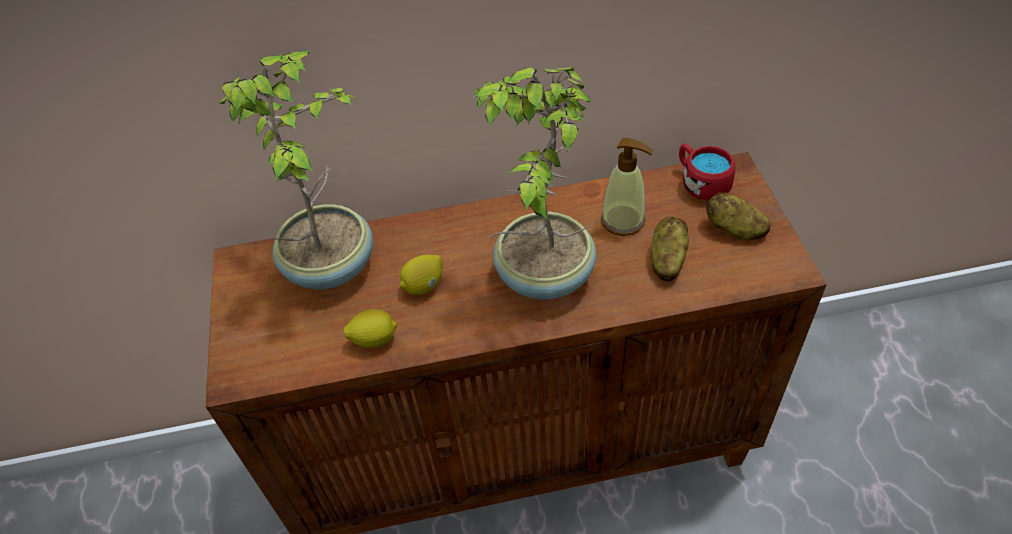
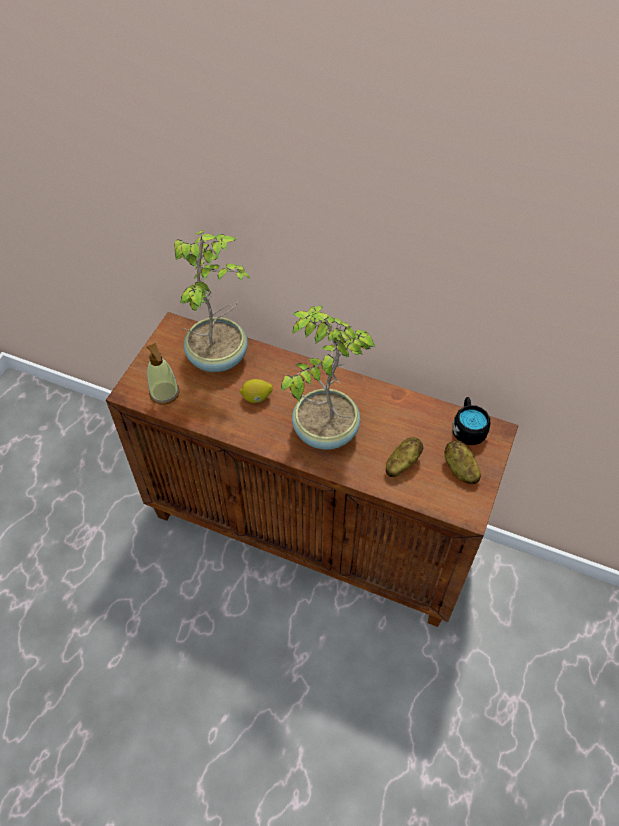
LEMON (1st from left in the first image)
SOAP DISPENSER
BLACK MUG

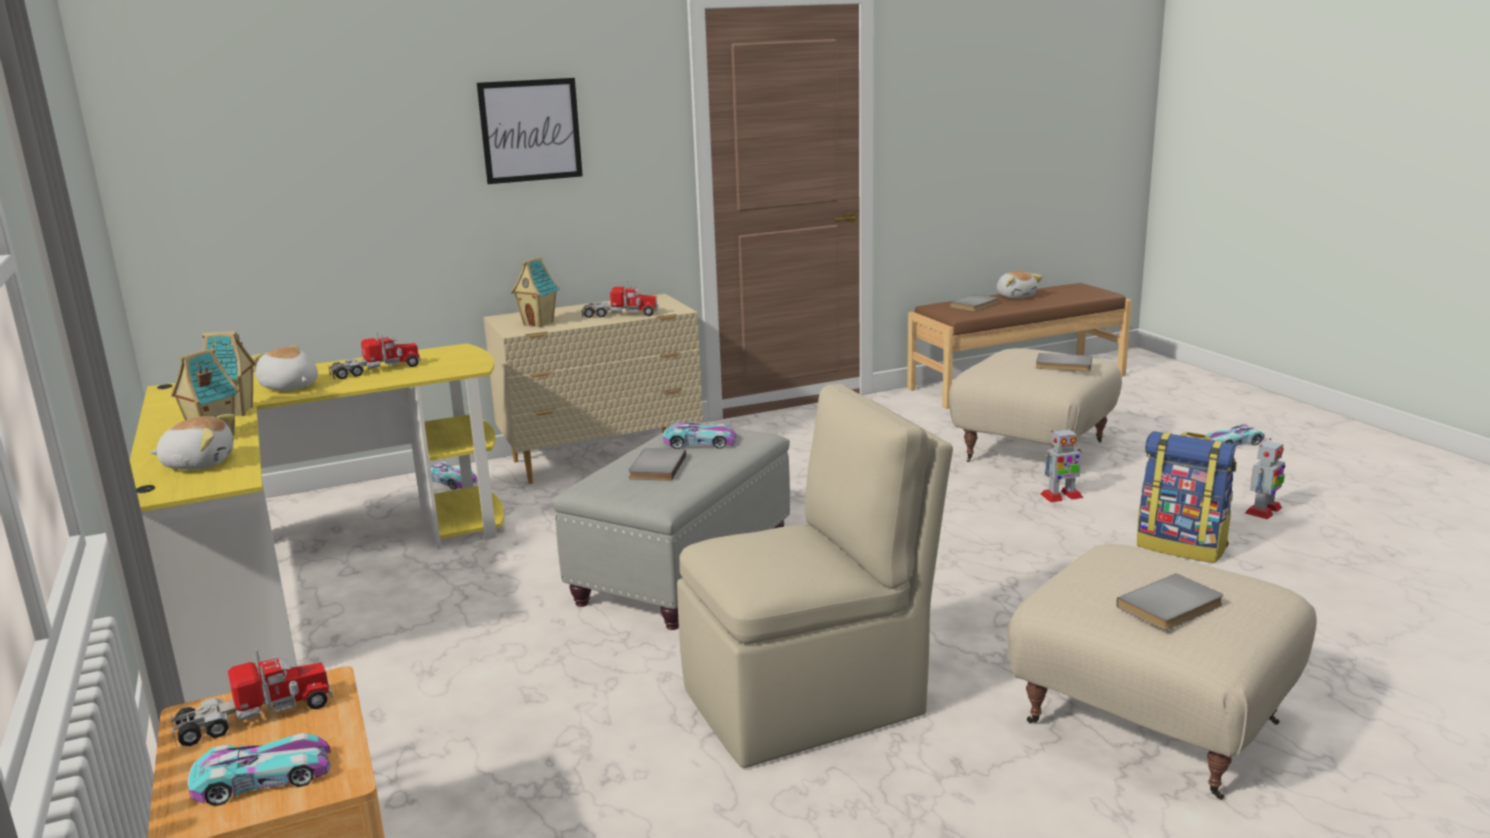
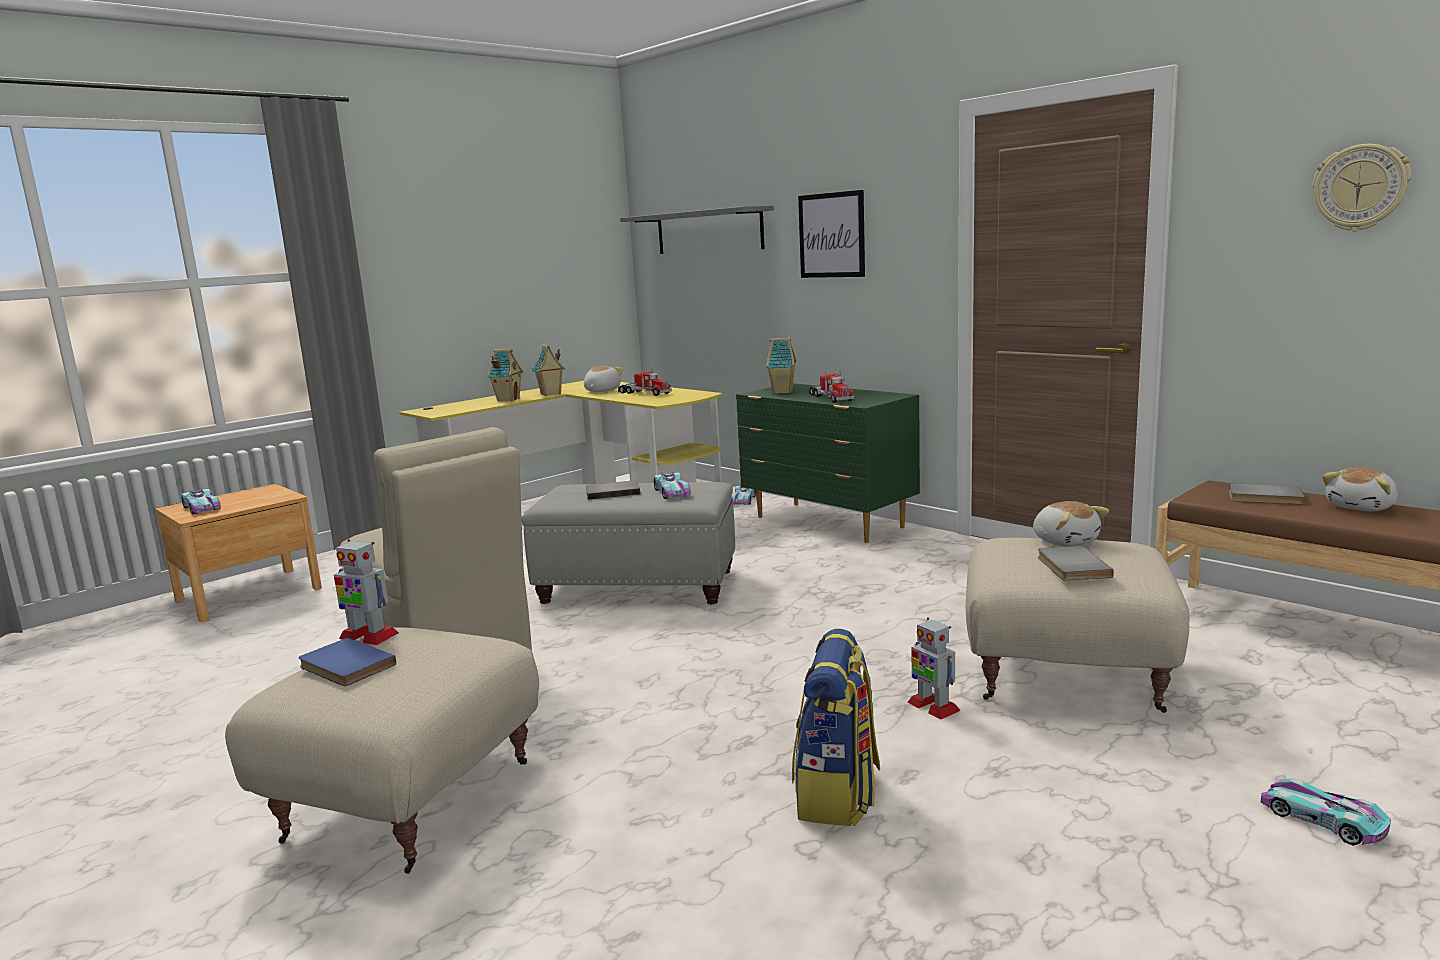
TOY TRUCK (1st from left in the first image)
GREY SHELF
WALL CLOCK
PLUSH TOY (2nd from left)
TOY ROBOT (1st from left)
GREEN DRESSER
BLUE BOOK

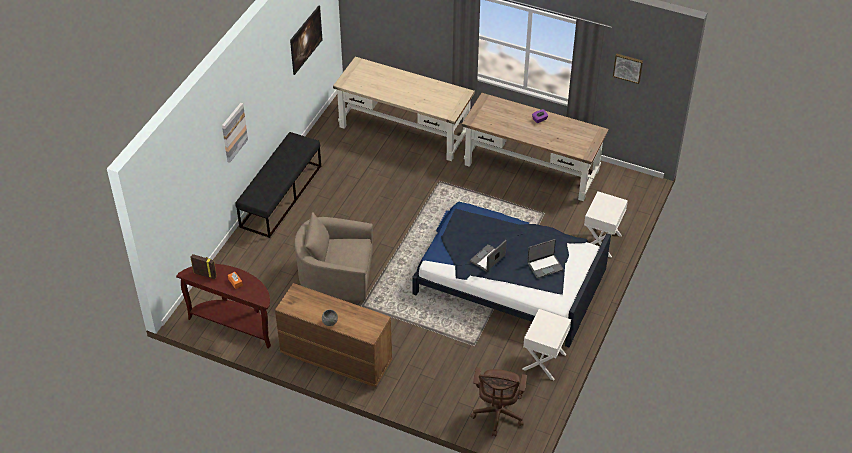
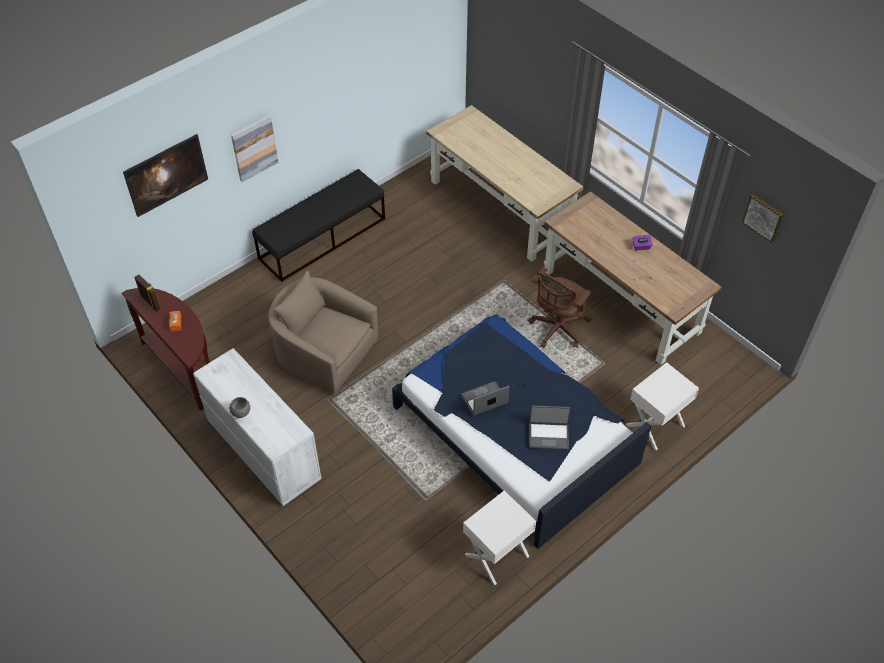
PICTURE (1st from left)
BROWN OFFICE CHAIR
WHITE DRESSER

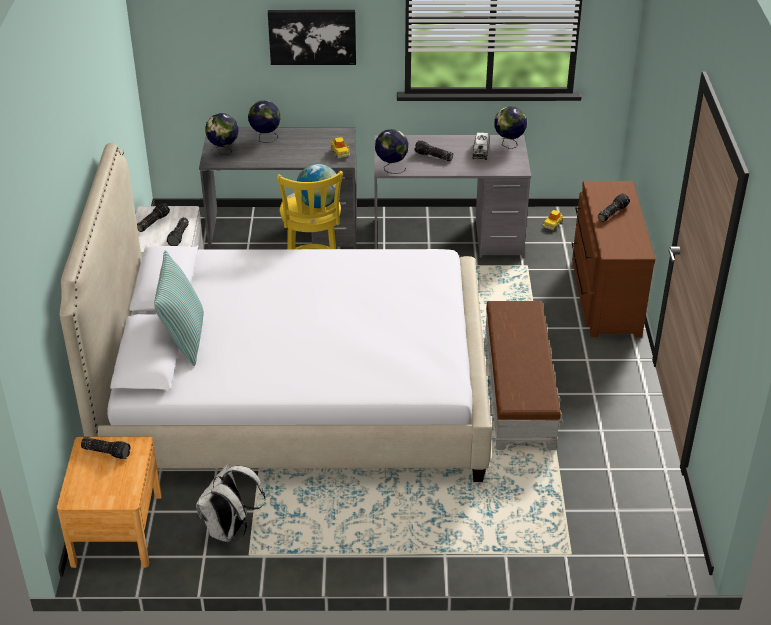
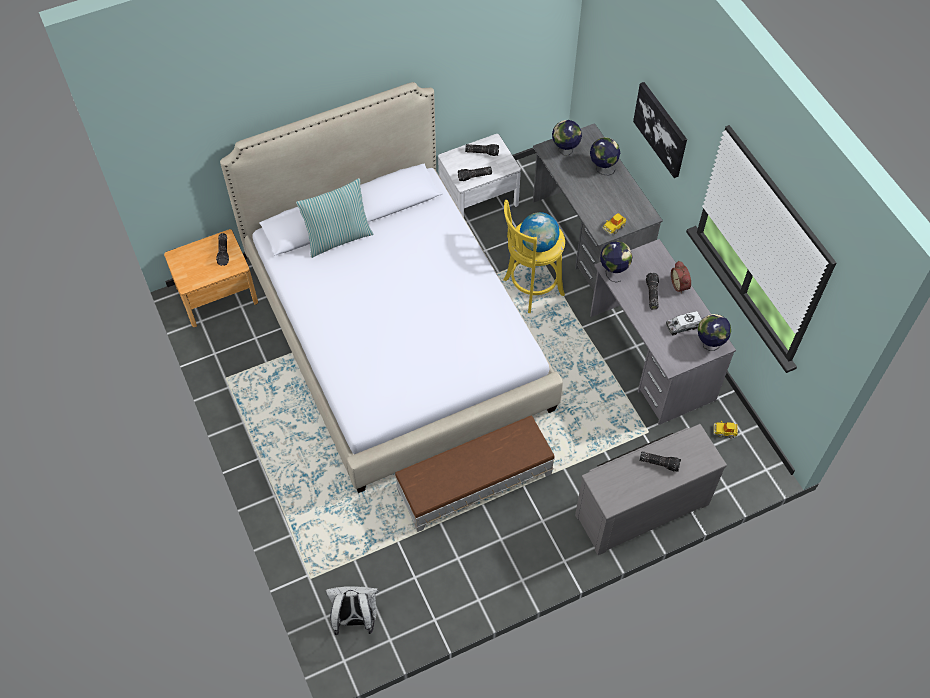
ALARM CLOCK
WHITE BACKPACK
GREY DRESSER

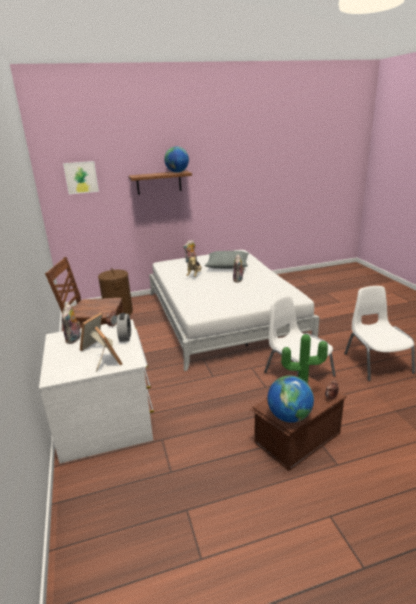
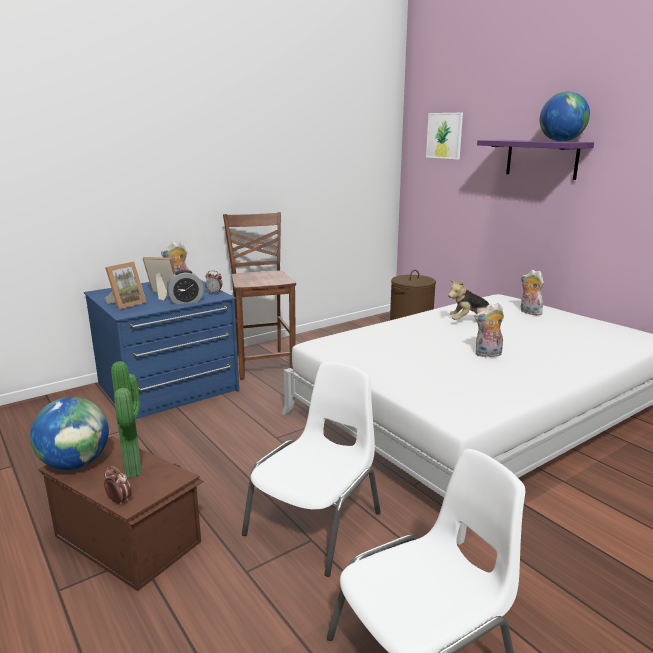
GREY PILLOW
BLUE DRESSER
PURPLE SHELF

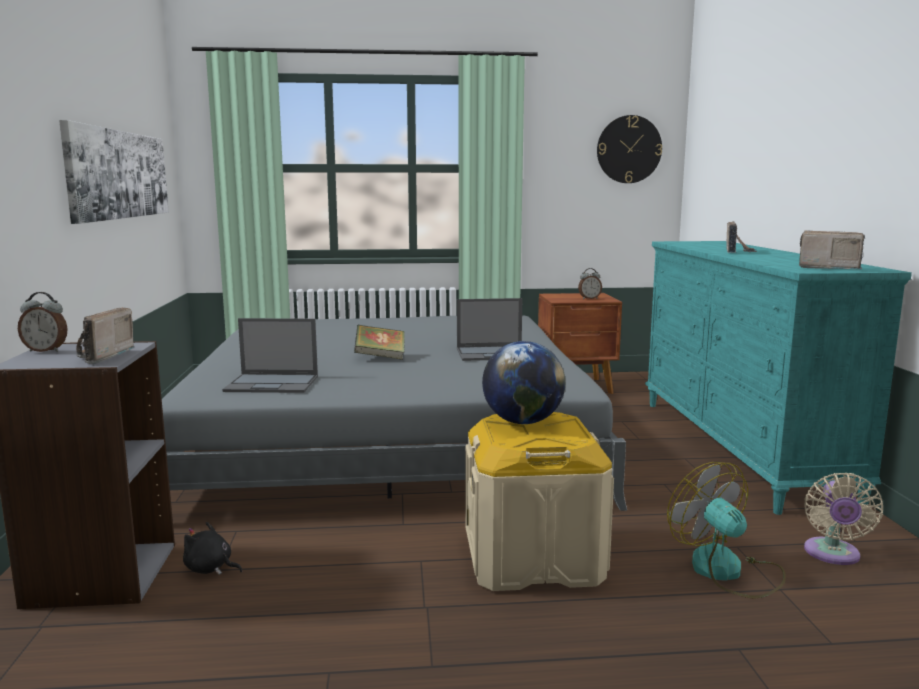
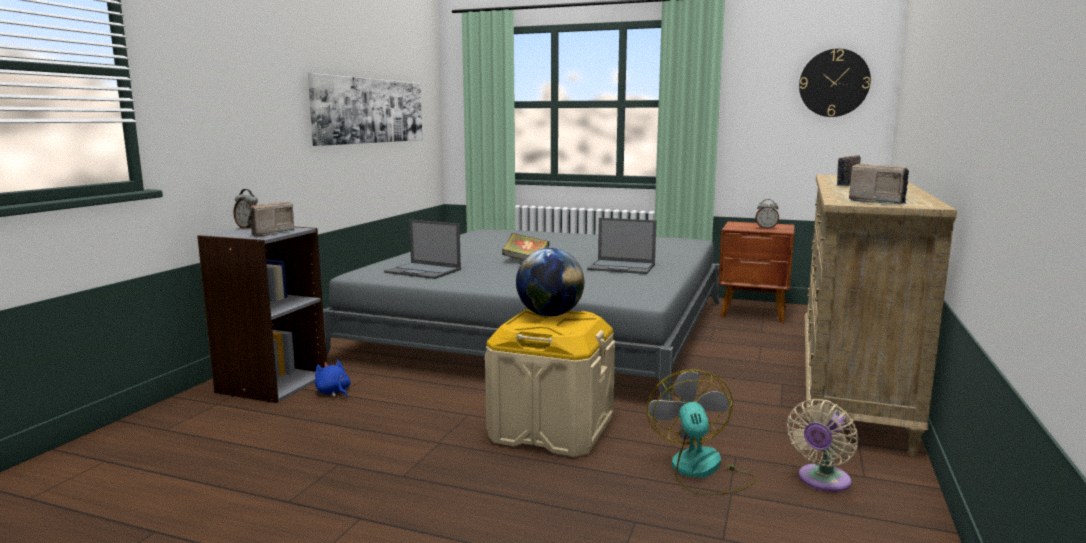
BLUE PLUSH TOY
BEIGE DRESSER

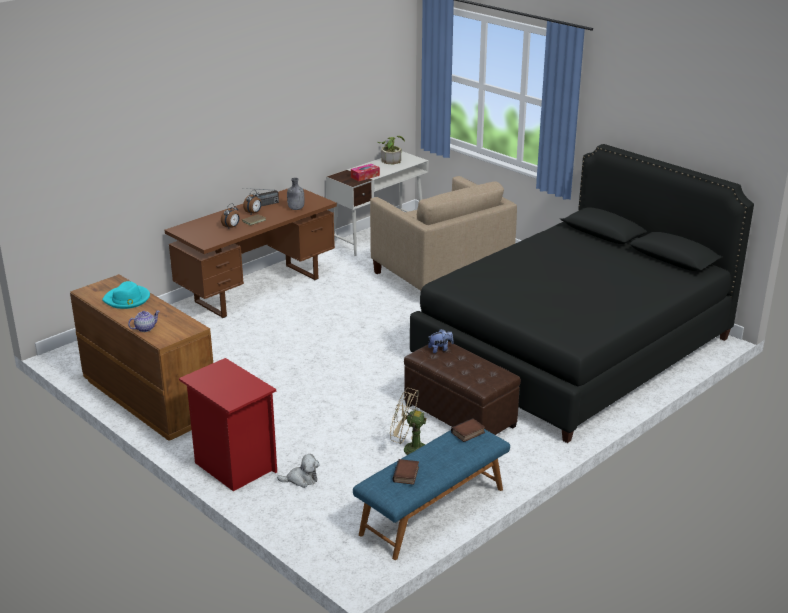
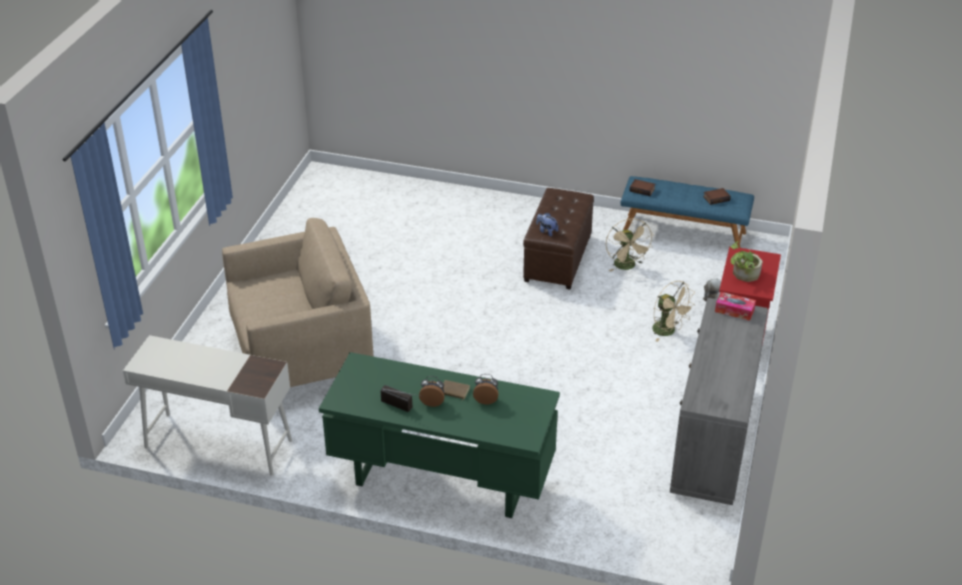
TURQUOISE HAT
TEAPOT
GREY BOTTLE
BLACK BED
BEIGE FAN (2nd from left)
TISSUE BOX
POTTED PLANT
GREY DRESSER
GREEN DESK
BEIGE ARMCHAIR

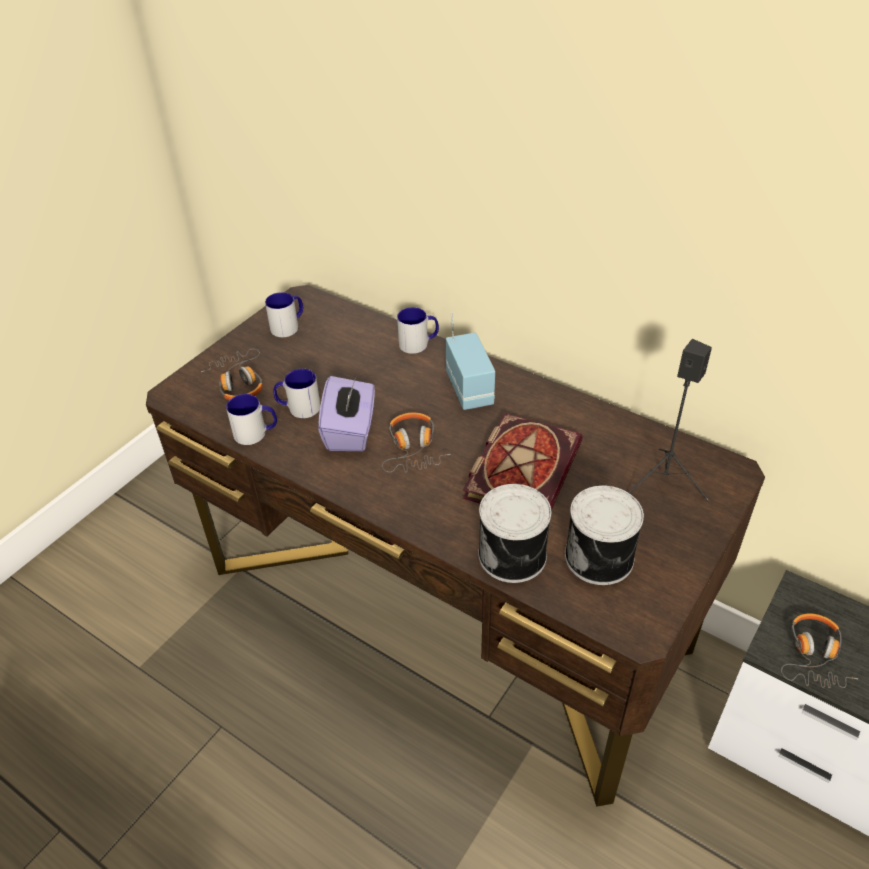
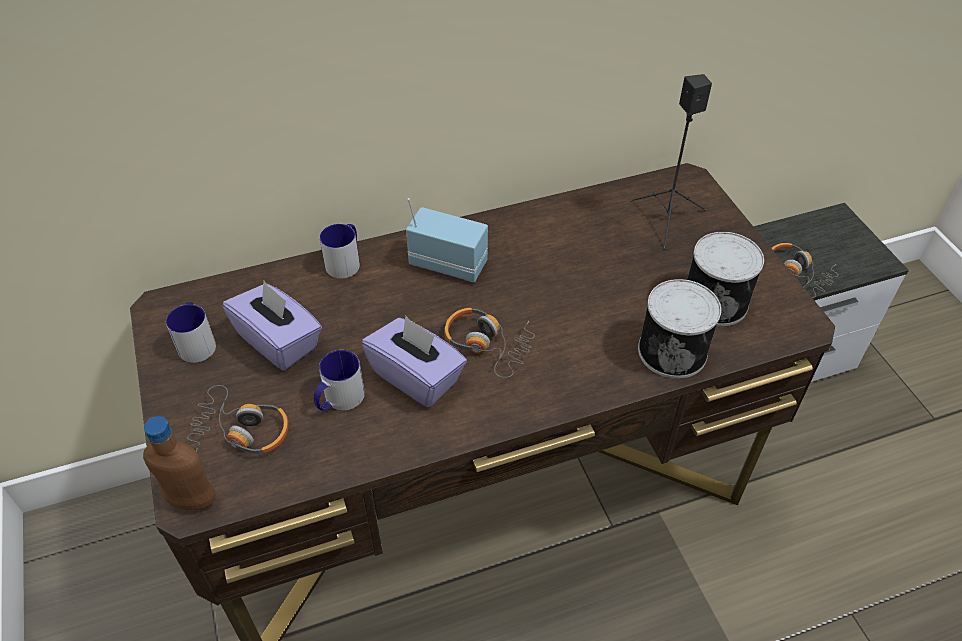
MUG (1st from left in the first image)
BOOK
BROWN BOTTLE
PURPLE TISSUE BOX (1st from left)

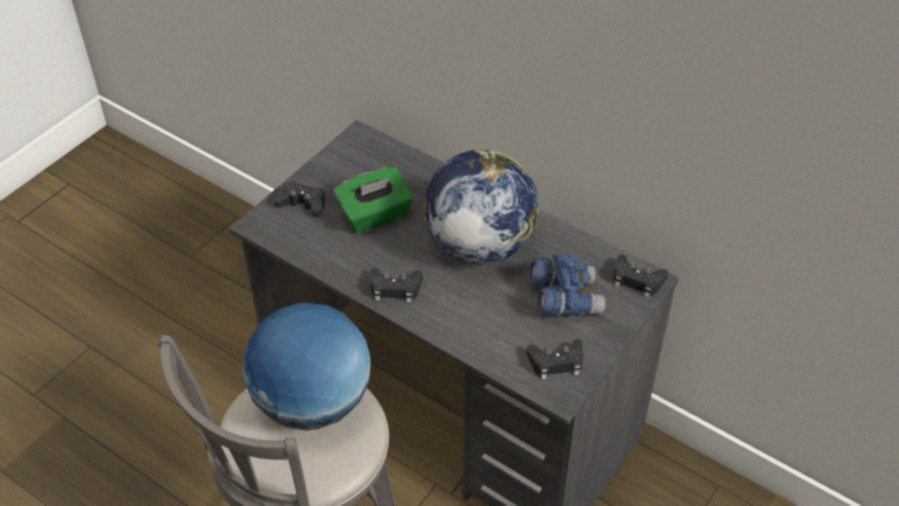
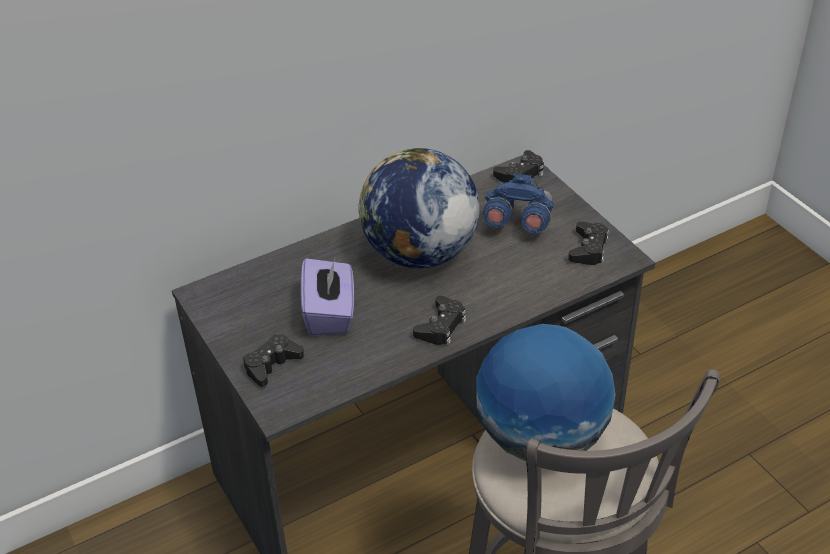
PURPLE TISSUE BOX

